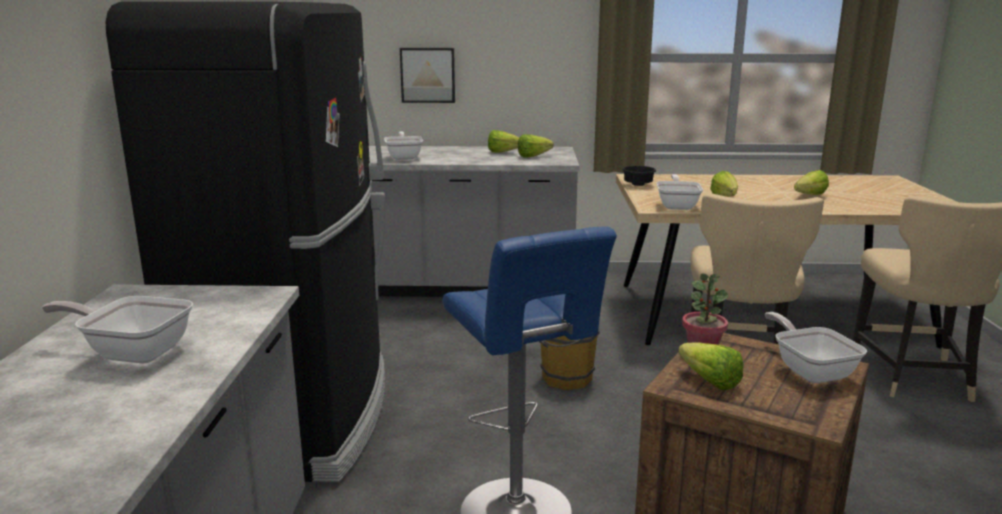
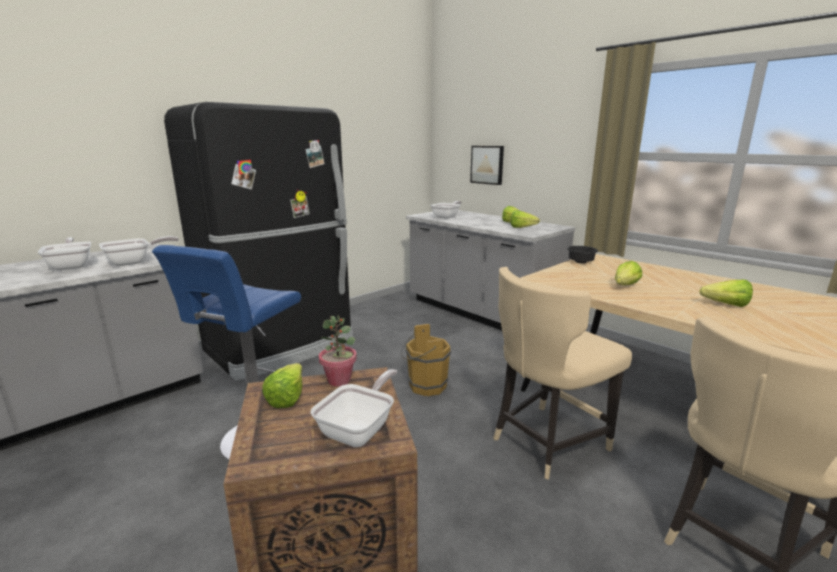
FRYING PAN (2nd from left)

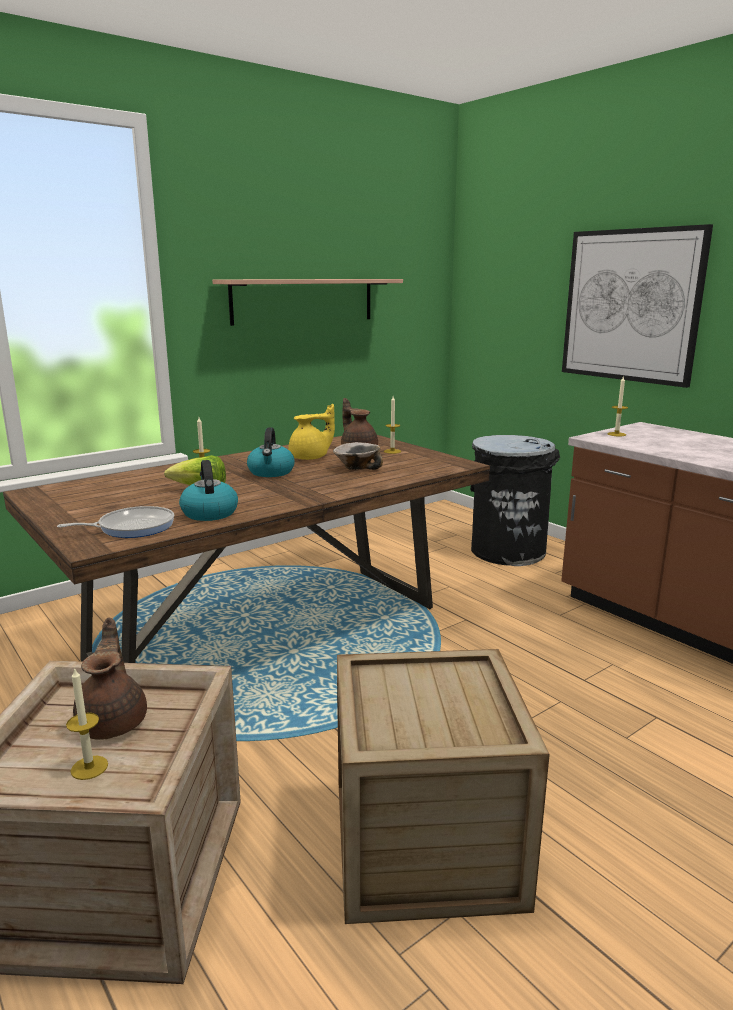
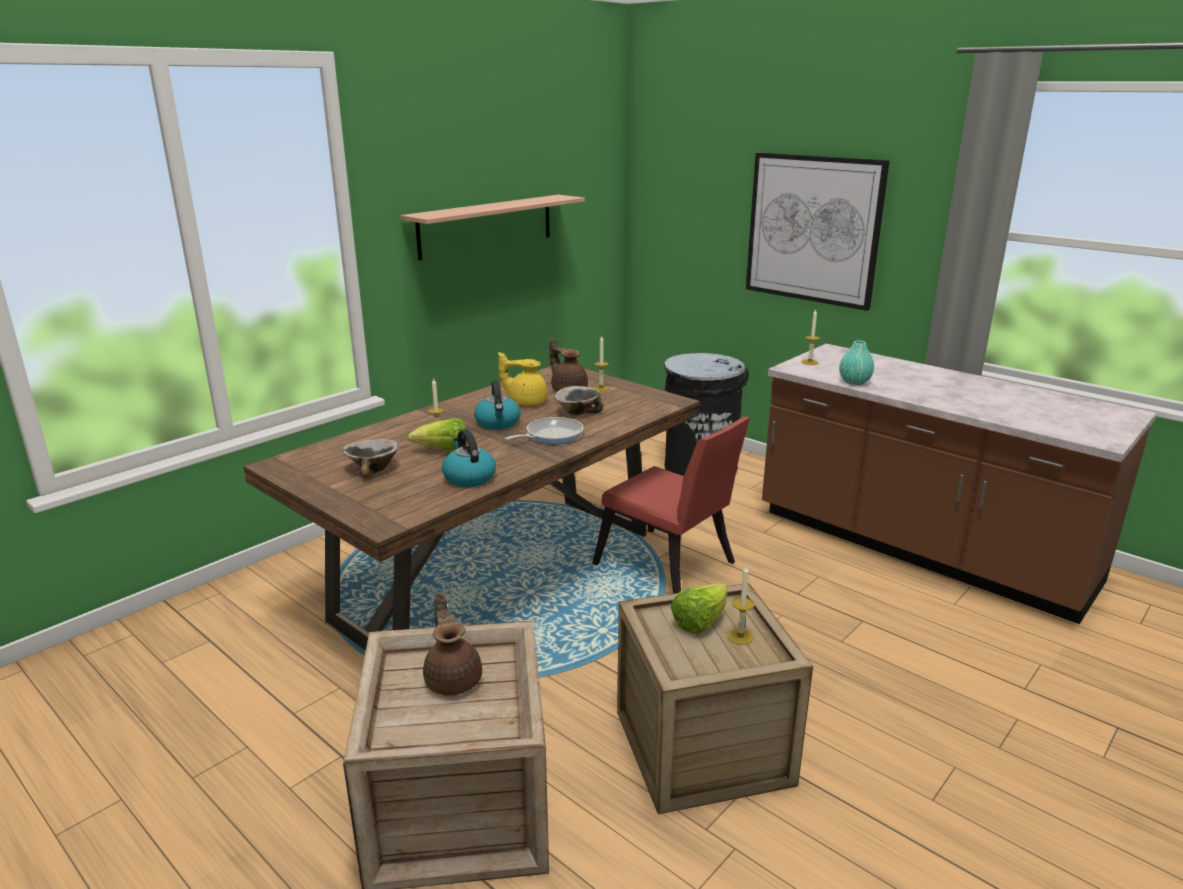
BOWL (1st from left)
RED CHAIR
LETTUCE (2nd from left)
TURQUOISE VASE
FRYING PAN
CANDLE (3rd from left)
YELLOW TEAPOT

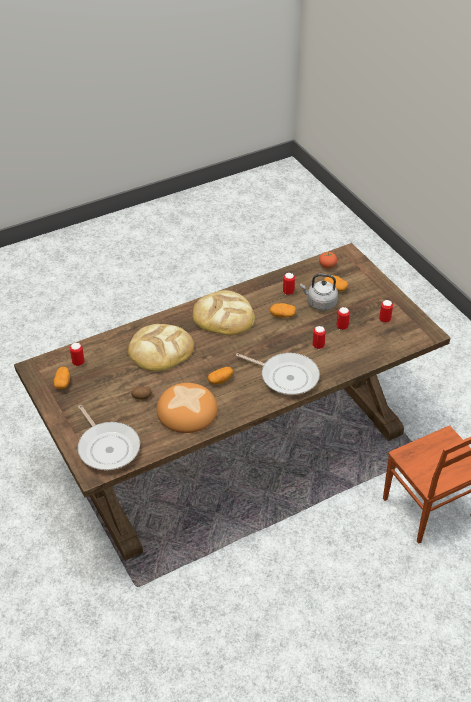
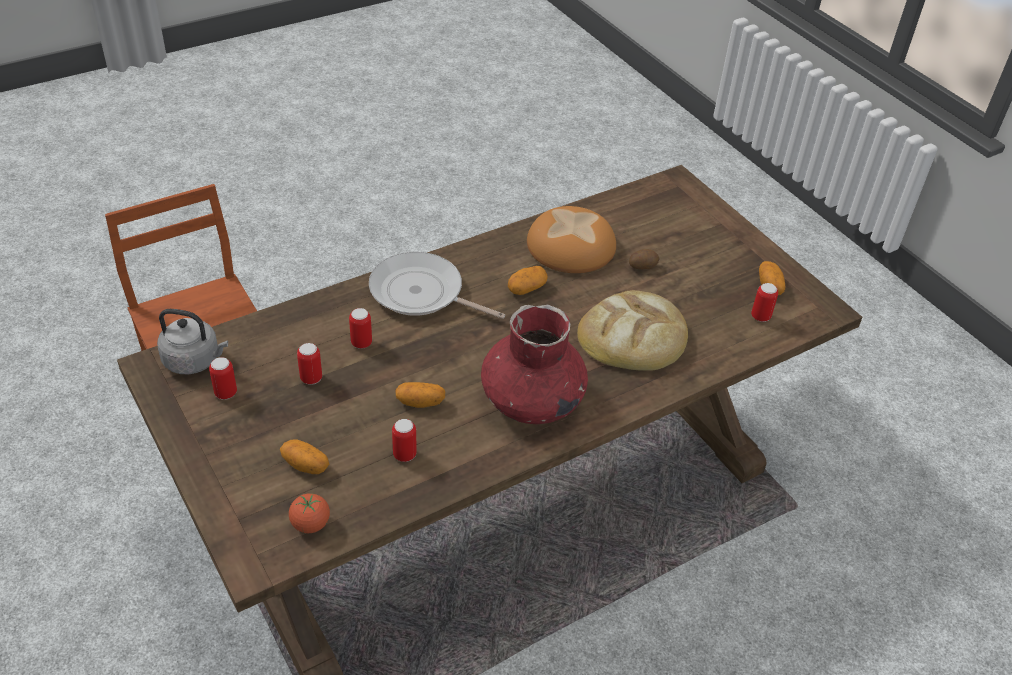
FRYING PAN (1st from left in the first image)
GREY KETTLE
RED VASE

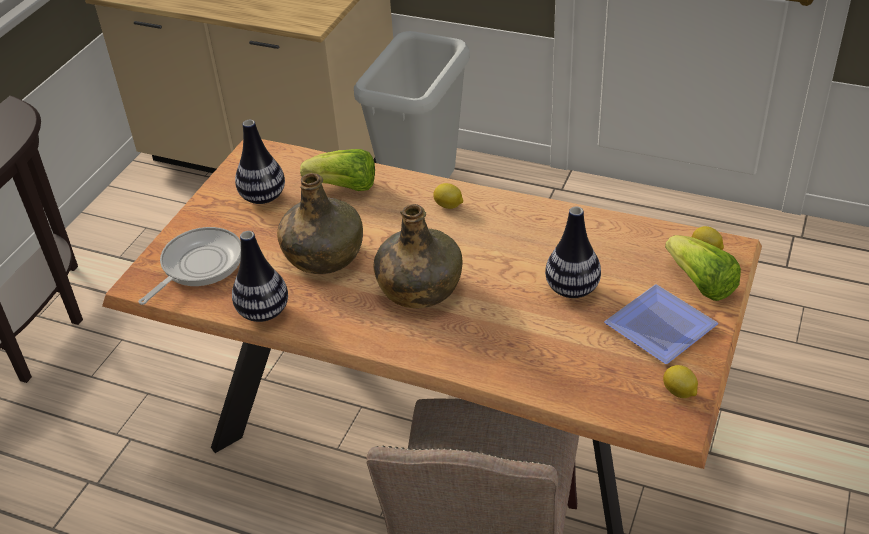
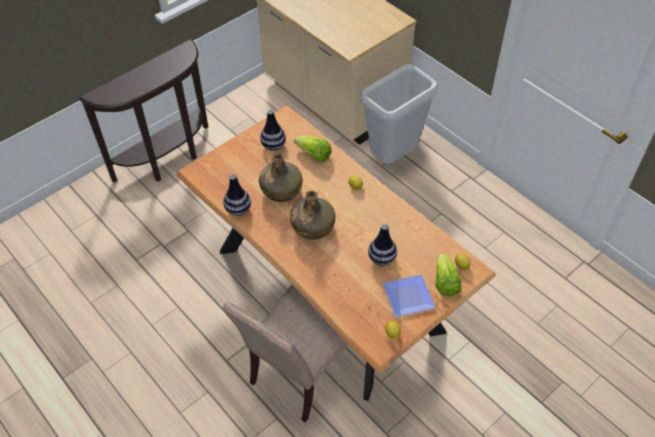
FRYING PAN

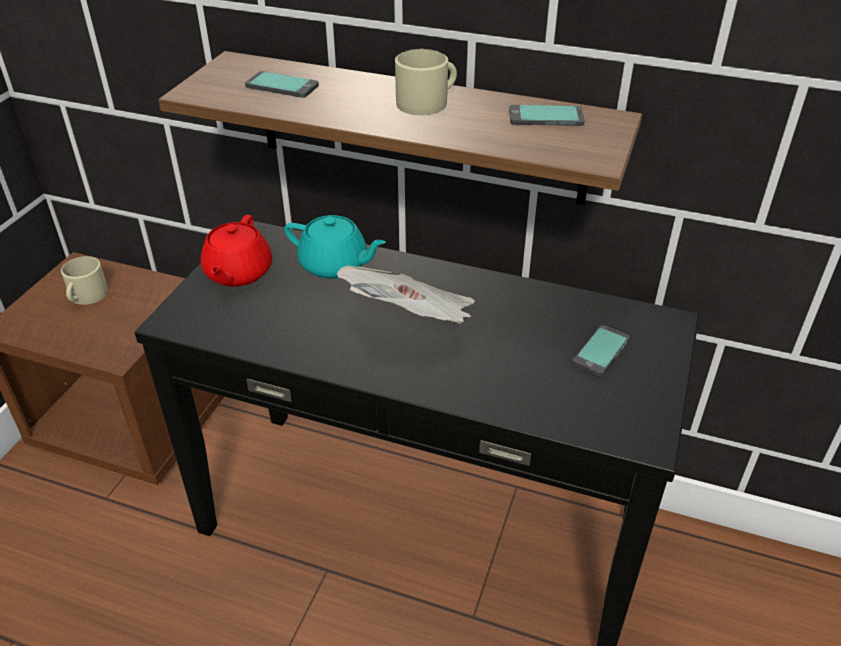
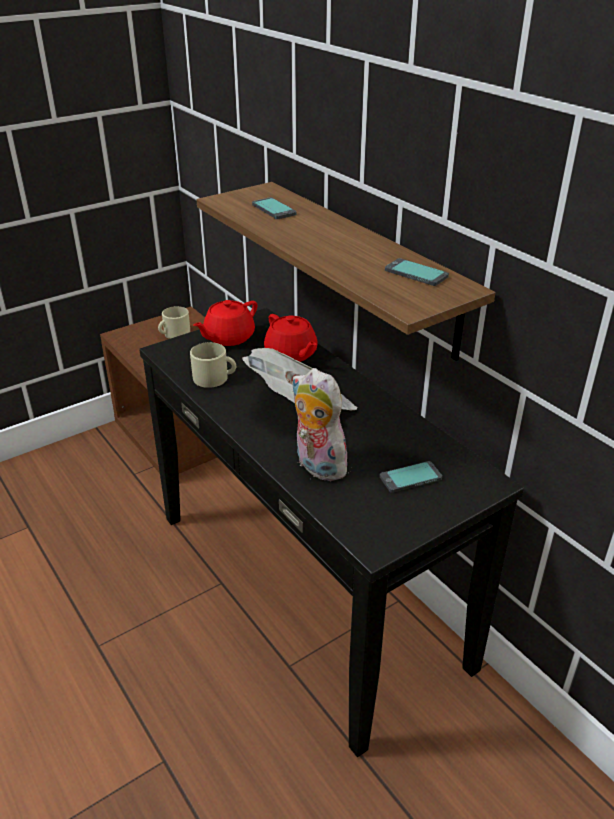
PLUSH TOY
BEIGE MUG (2nd from left)
RED TEAPOT (2nd from left)

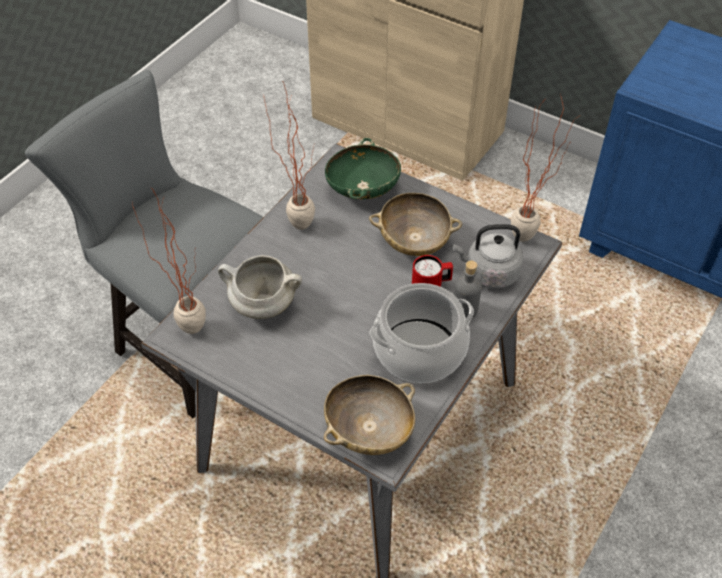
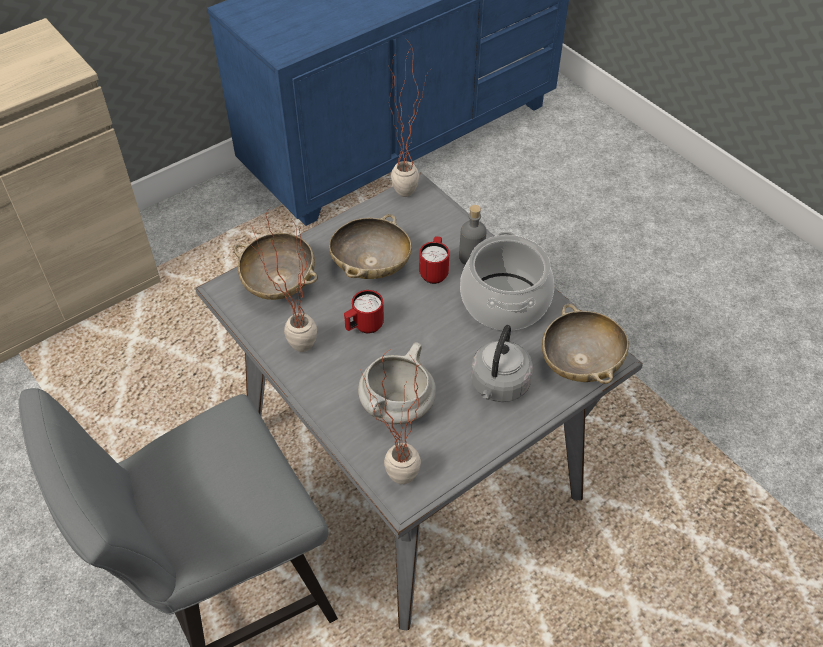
RED MUG (1st from left)
GREY KETTLE
BEIGE BOWL (1st from left)

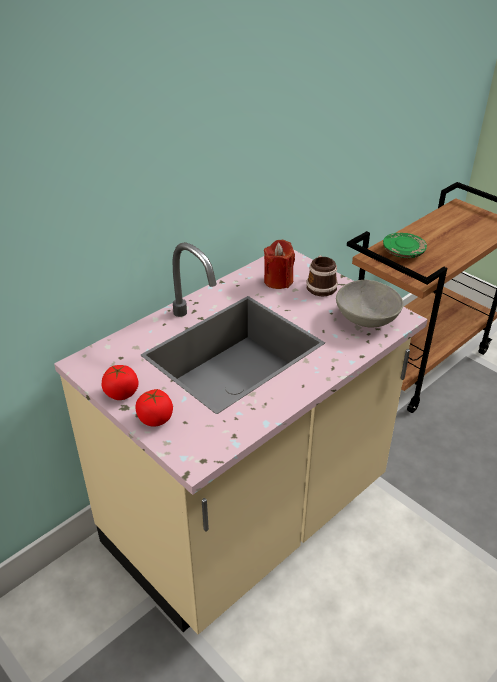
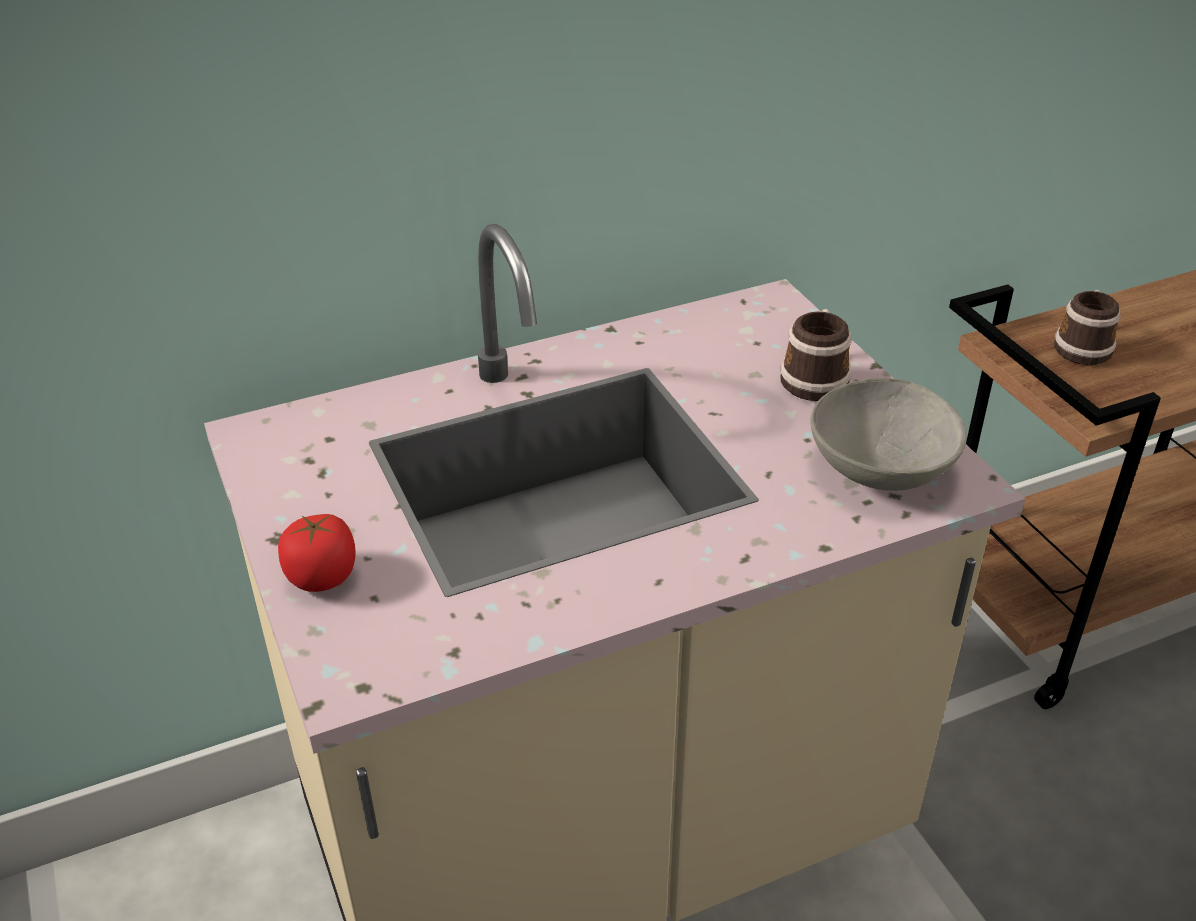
TOMATO (1st from left in the first image)
RED CANDLE
MUG (2nd from left)

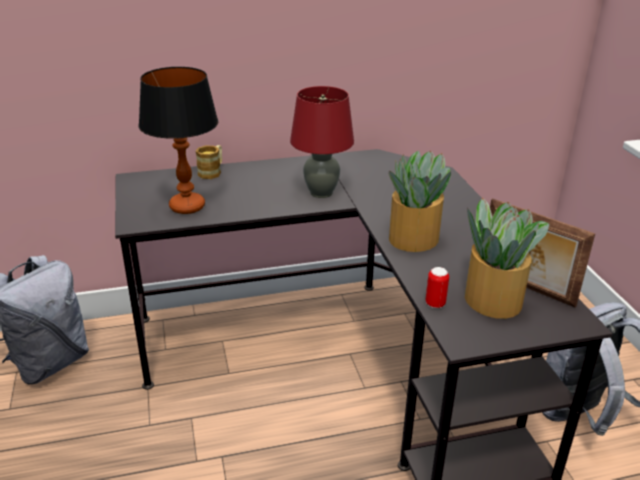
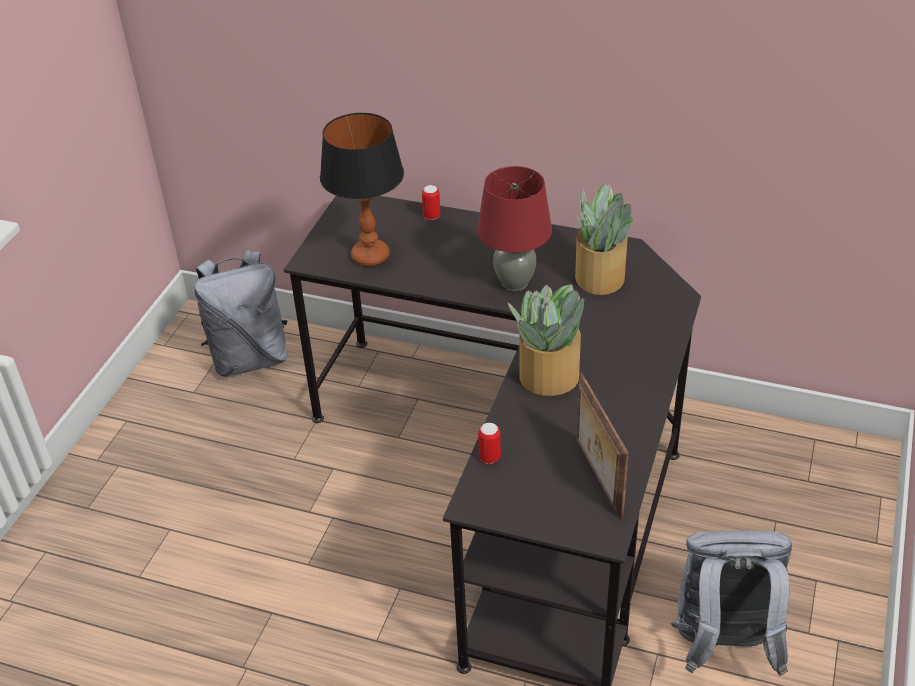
POTTED PLANT (2nd from left)
CAN (1st from left)

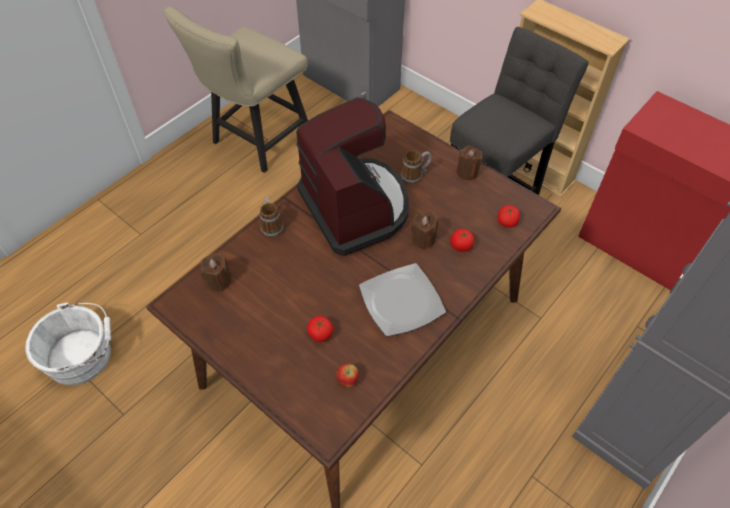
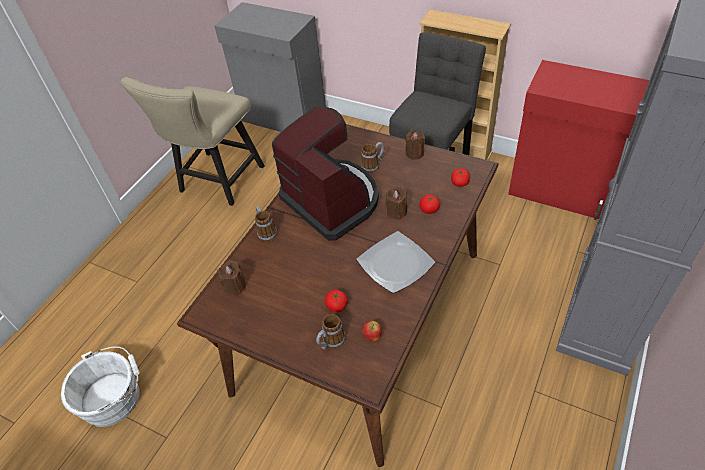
MUG (2nd from left)

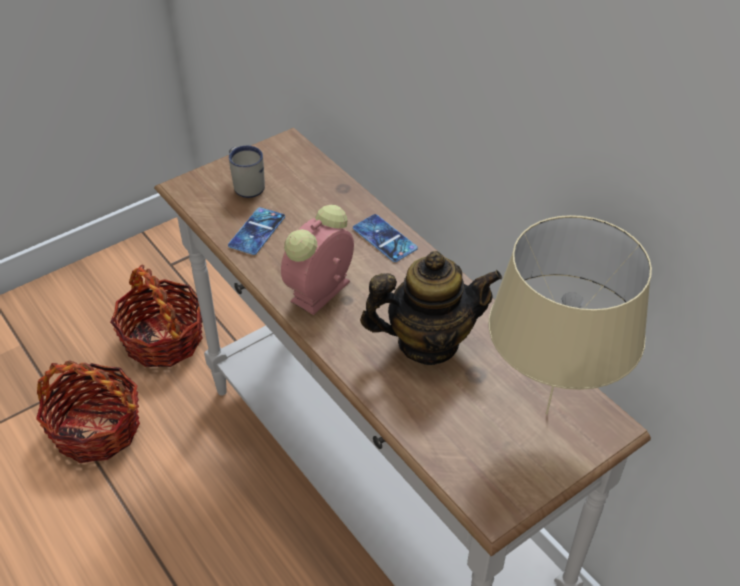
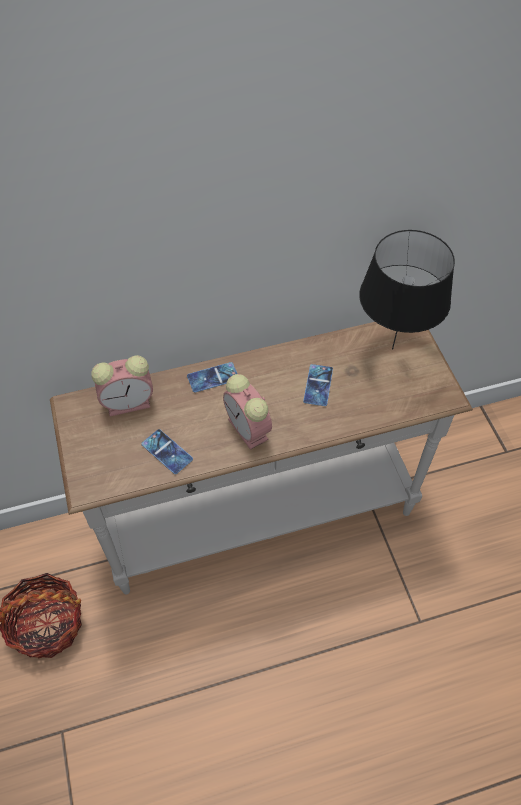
BASKET (1st from left in the first image)
WHITE MUG
ALARM CLOCK (1st from left)
PHONE (3rd from left)
BLACK TABLE LAMP

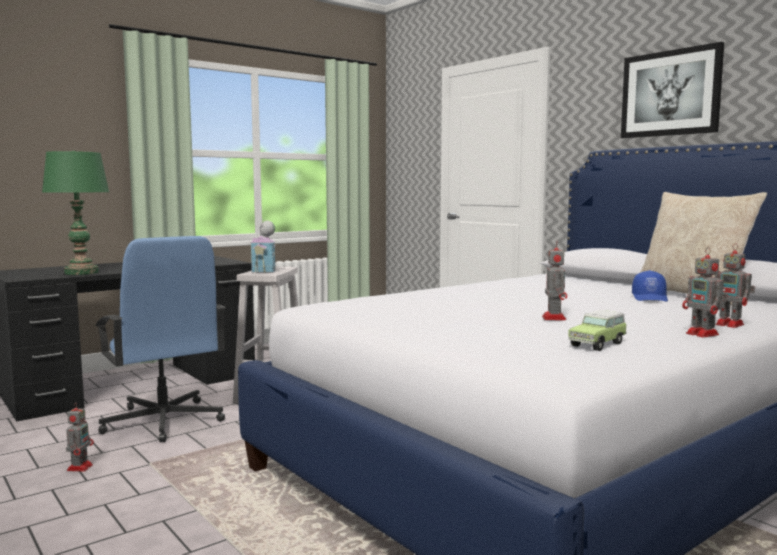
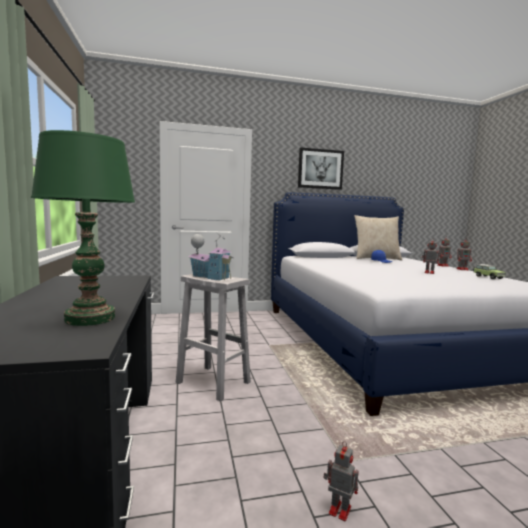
BLUE OFFICE CHAIR

